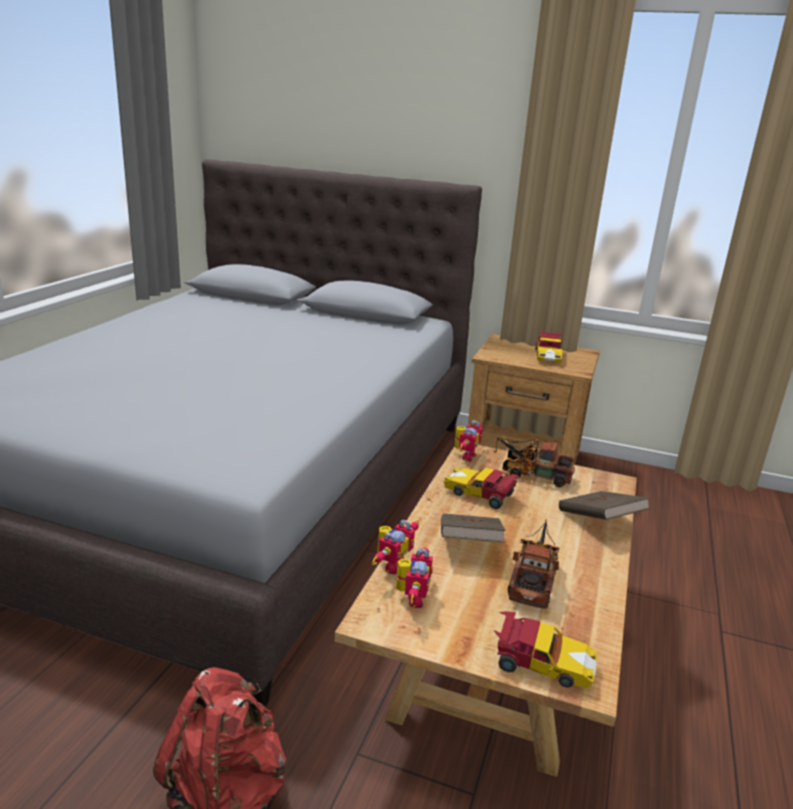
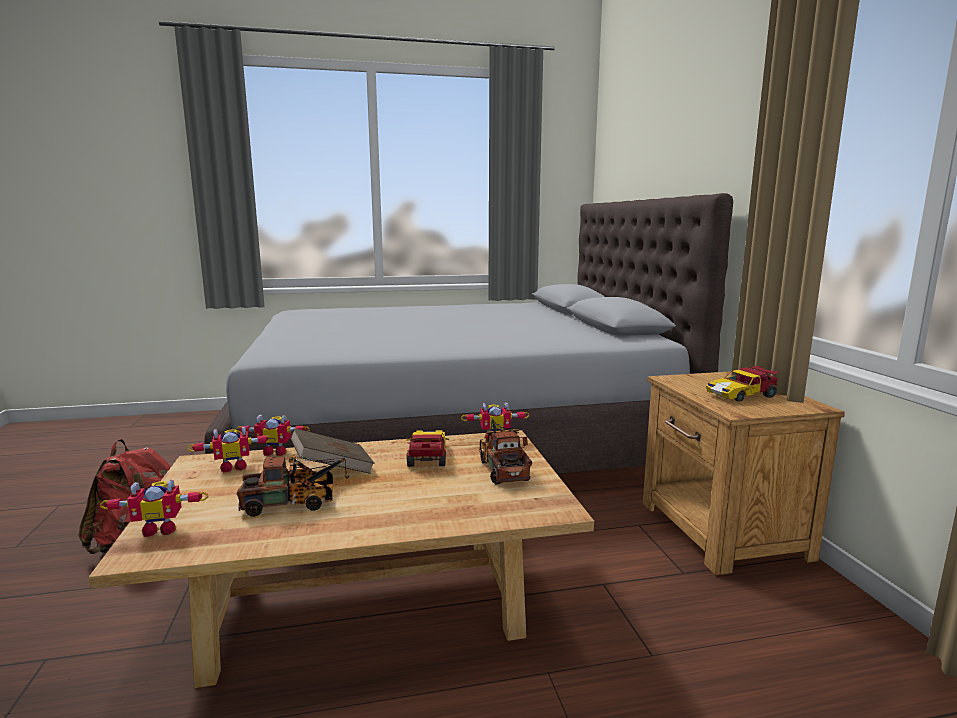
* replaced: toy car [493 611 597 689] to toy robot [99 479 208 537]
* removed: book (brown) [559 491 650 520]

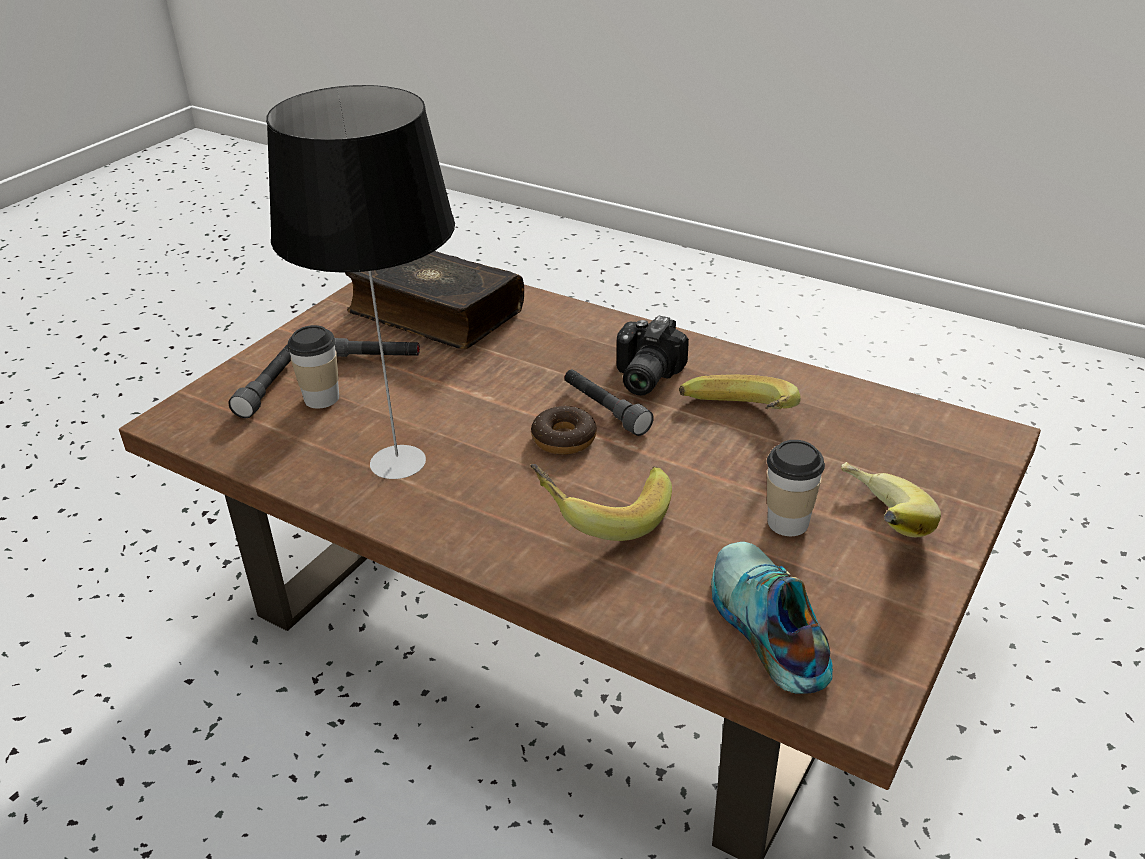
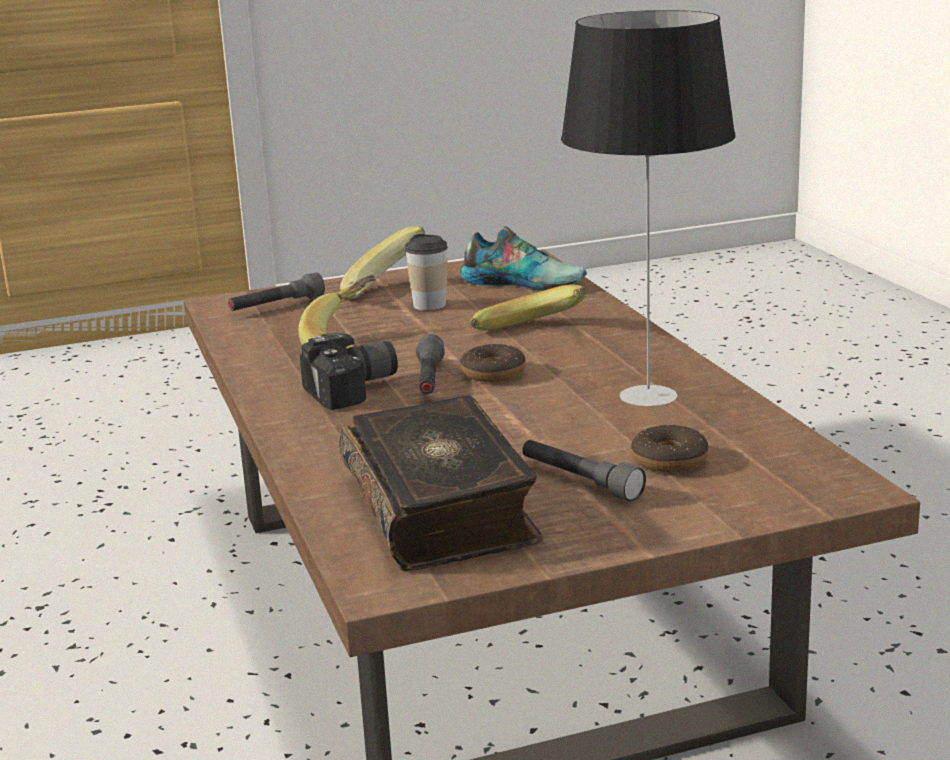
* moved: flashlight (grey) [228 344 291 418] to [228 272 325 311]
* turned: shoe [711 542 833 694] = [460 226 587 291] 90 degrees counterclockwise
* replaced: cup [287 325 339 409] to donut [631 425 709 473]

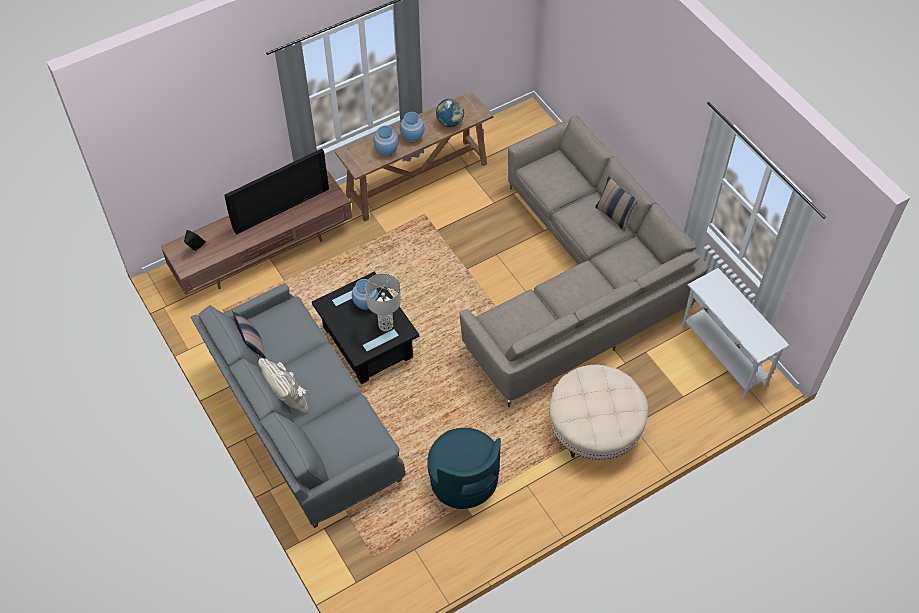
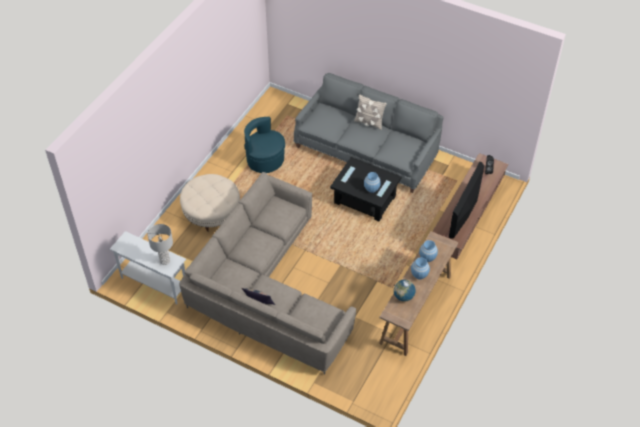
* moved: table lamp (white) [365 273 401 331] to [147 224 173 265]
* removed: pillow [232 309 266 359]

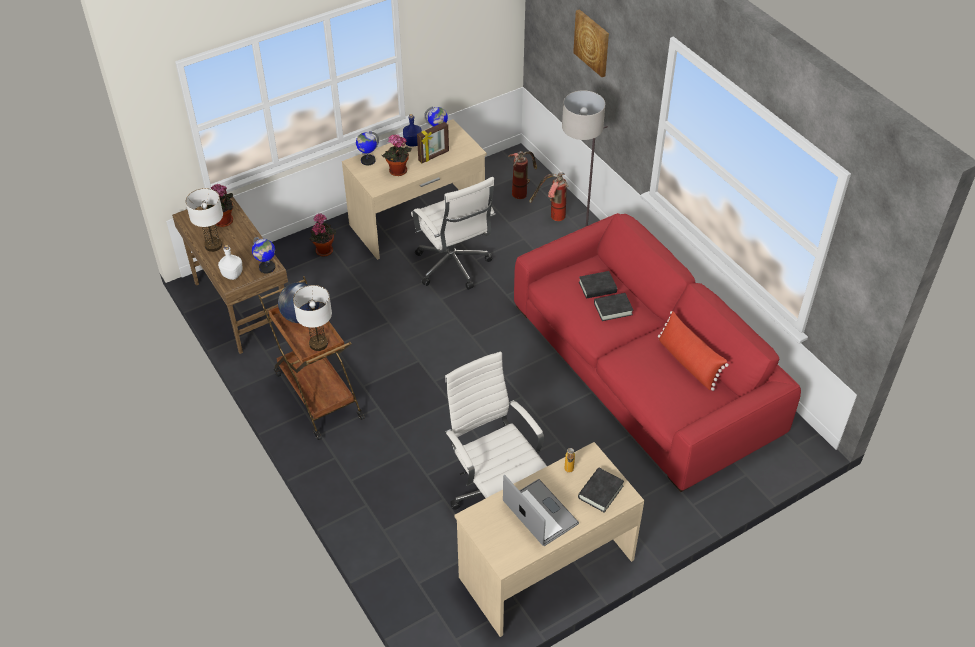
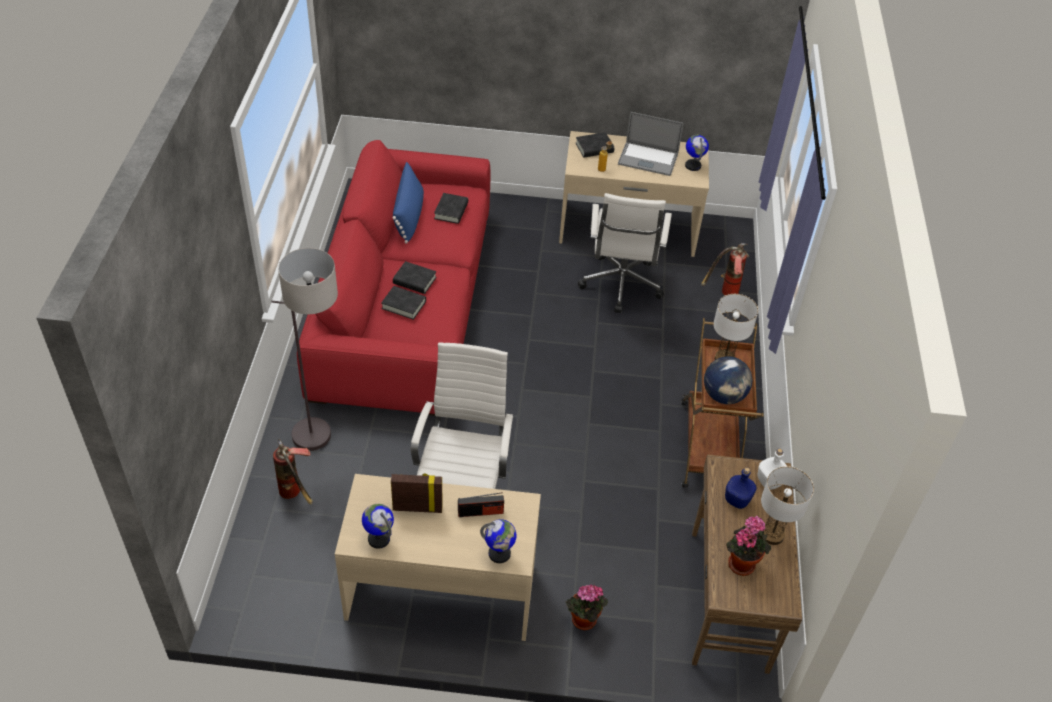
* recoloured: pillow (red) [658 311 729 391] to pillow (blue) [393 162 424 244]
* added: book (black) [434 193 468 224]
* replaced: potted plant [382 135 412 176] to radio [458 492 504 517]
* turned: laptop [503 475 579 546] = [618 112 684 176] 75 degrees counterclockwise
* moved: globe [252 237 275 274] to [685 135 709 171]
* moved: fire extinguisher [508 151 537 199] to [701 243 749 295]
* moved: bottle (blue) [403 114 422 146] to [725 467 757 509]
* removed: picture [573 9 609 77]

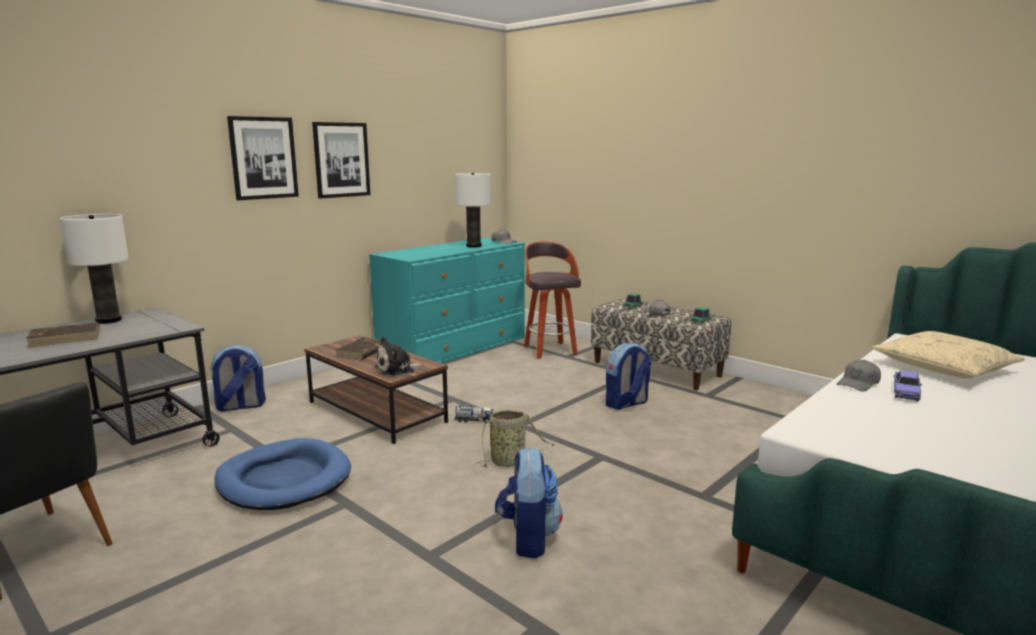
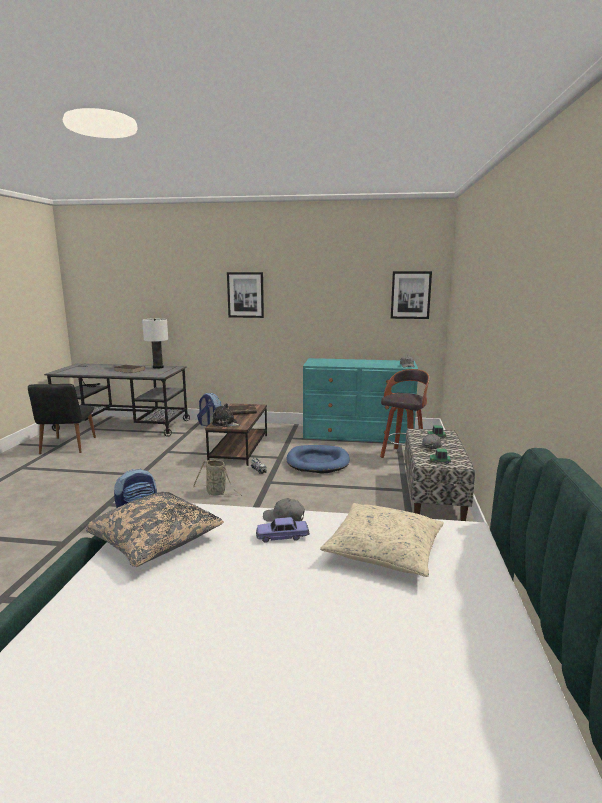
* added: pillow (grey) [86 492 224 567]
* moved: dog bed (blue) [215 438 351 510] to [286 445 350 474]
* moved: picture [312 122 370 199] to [391 271 432 319]
* removed: table lamp (white) [455 173 491 248]
* removed: backpack [606 343 651 410]

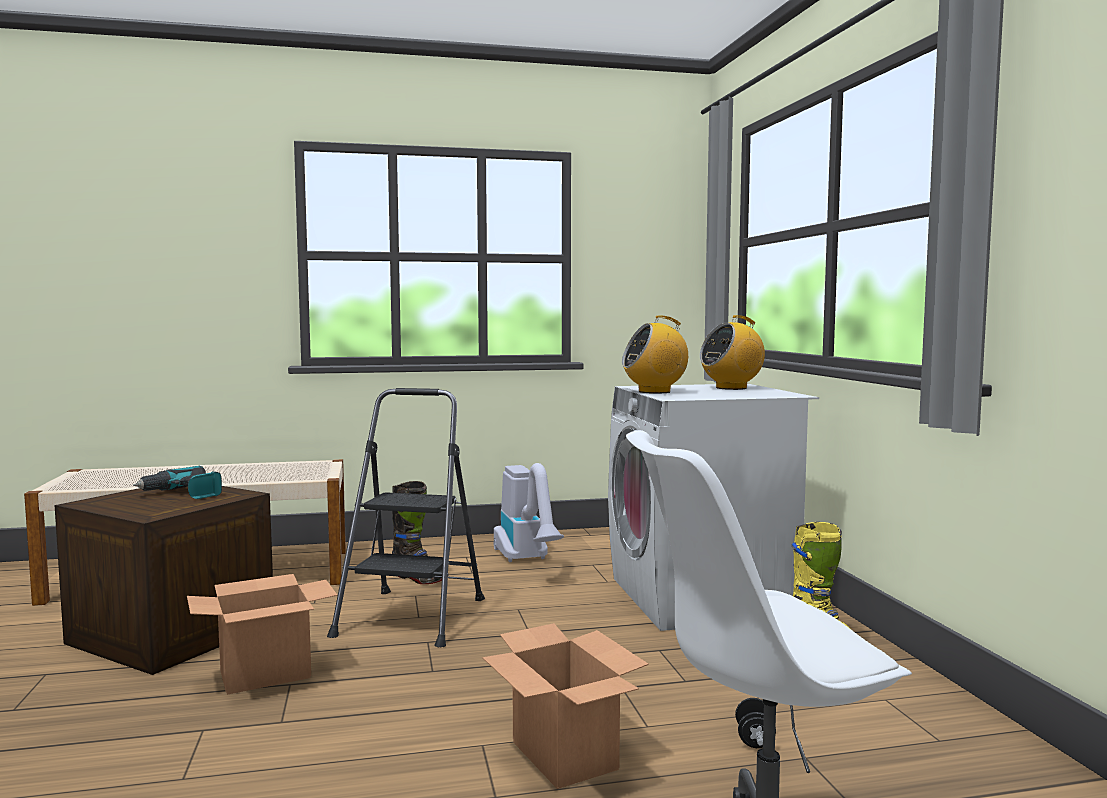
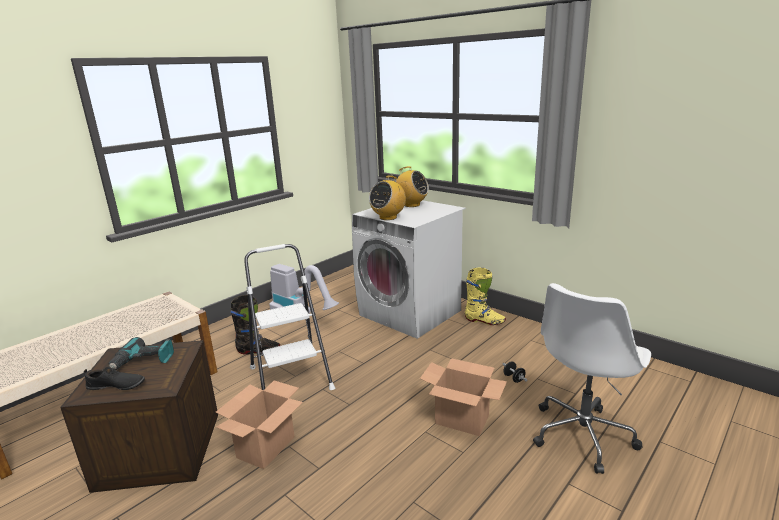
* added: shoe (black) [84 366 145 390]
* recoloured: step ladder (black) [327 388 485 647] to step ladder (white) [244 244 335 390]
* turned: radio [700 315 765 390] = [391 166 429 207] 90 degrees counterclockwise

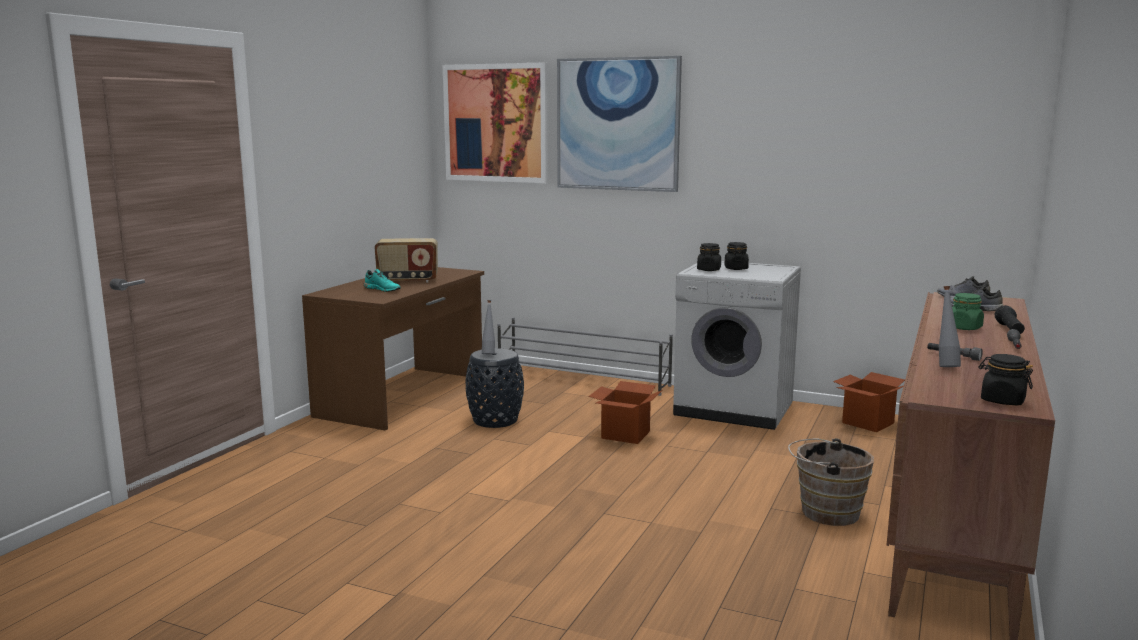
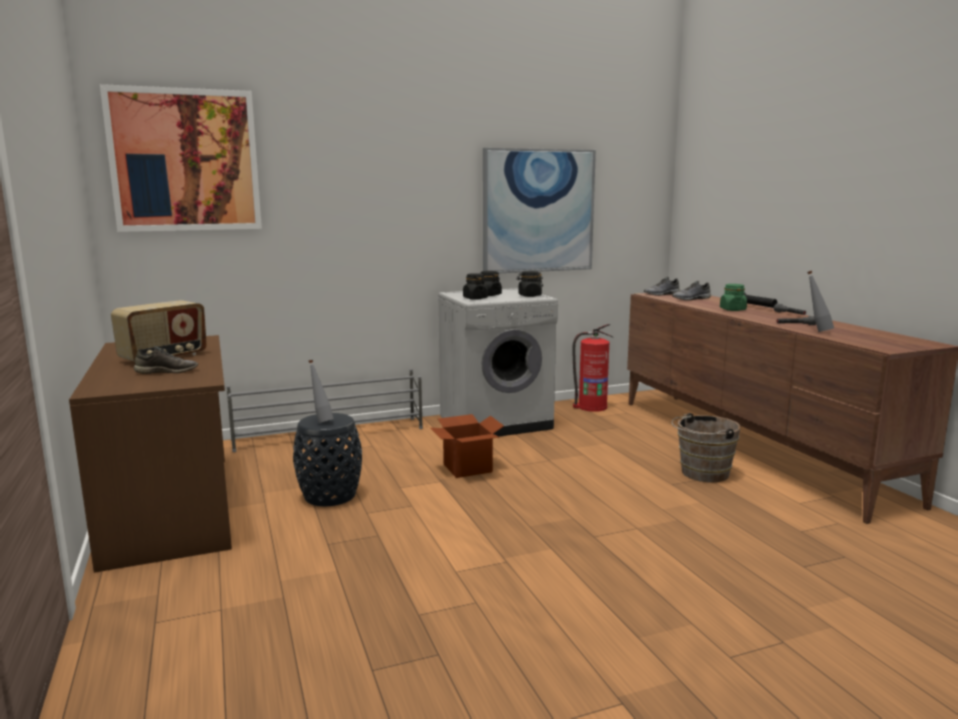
* recoloured: shoe (turquoise) [364 269 401 292] to shoe (grey) [134 346 198 374]
* moved: picture [557 56 682 192] to [483 148 596 273]
* moved: jar (black) [978 354 1033 405] to [517 271 543 297]
* replaced: cardboard box [833 372 905 432] to fire extinguisher [572 324 613 412]

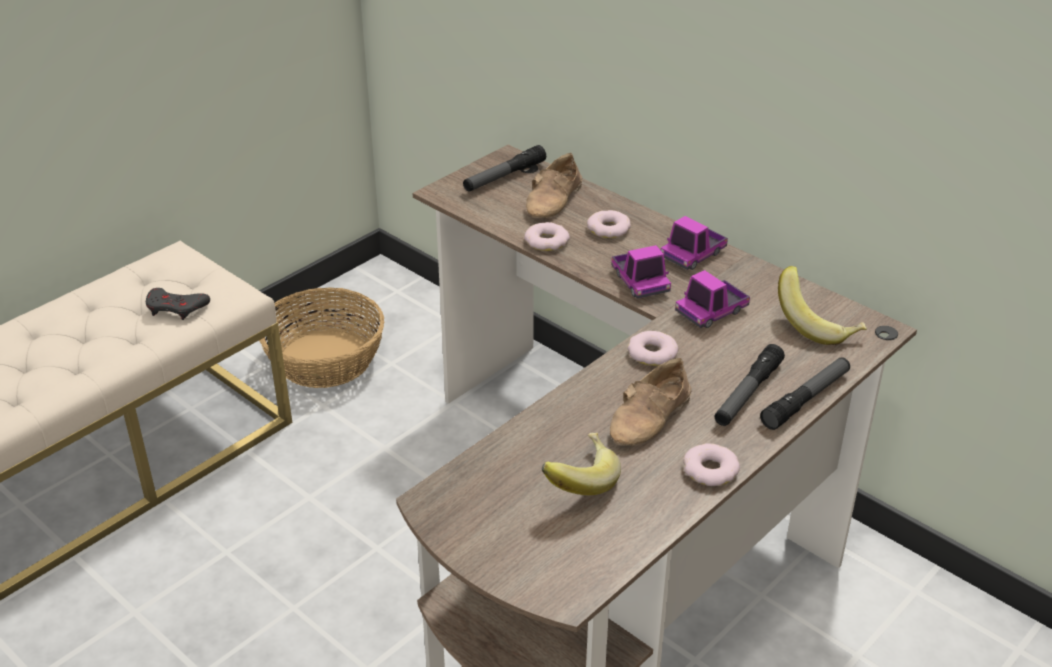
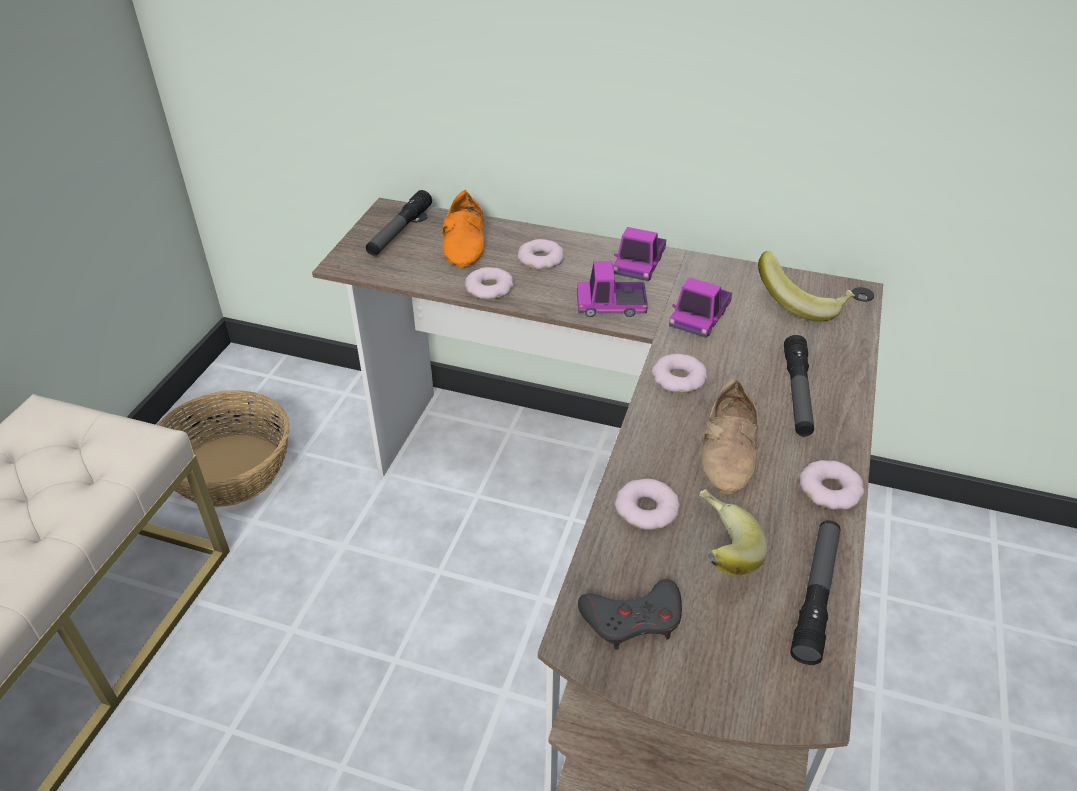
* recoloured: shoe (beige) [526 153 582 218] to shoe (orange) [442 190 484 267]
* turned: toy truck [611 245 671 298] = [577 261 648 317] 135 degrees clockwise
* moved: game controller (grey) [146 288 210 320] to [578 579 682 649]
* added: donut [615 478 680 530]
* moved: flashlight [760 358 850 430] to [790 520 840 665]

